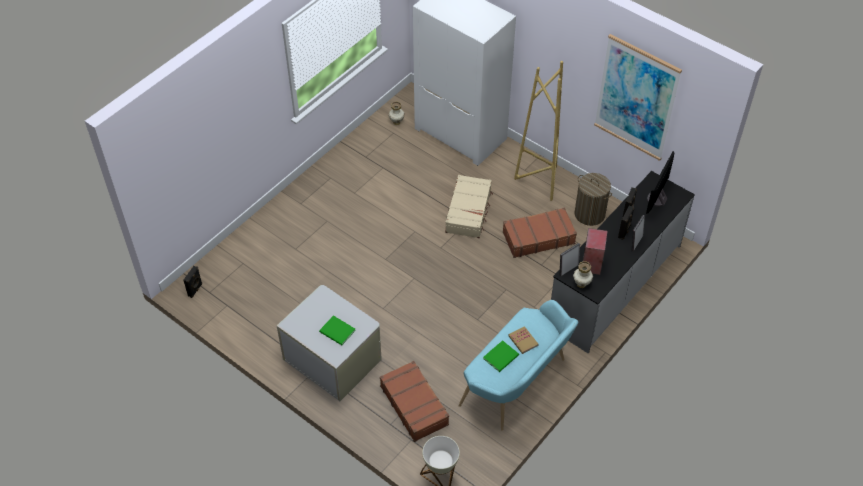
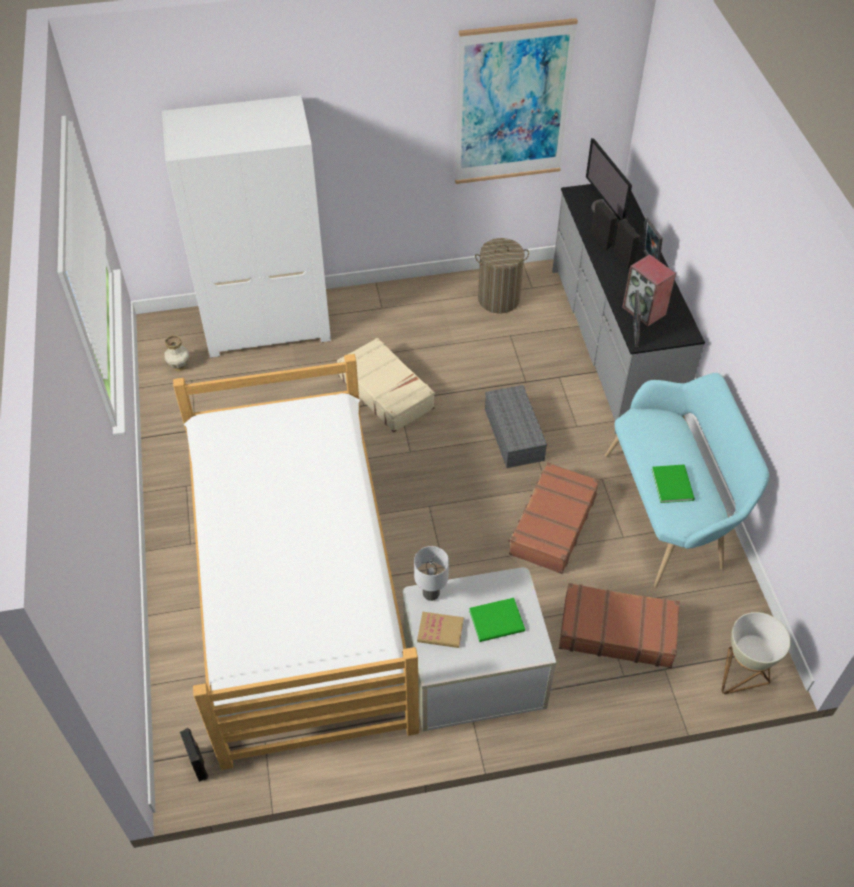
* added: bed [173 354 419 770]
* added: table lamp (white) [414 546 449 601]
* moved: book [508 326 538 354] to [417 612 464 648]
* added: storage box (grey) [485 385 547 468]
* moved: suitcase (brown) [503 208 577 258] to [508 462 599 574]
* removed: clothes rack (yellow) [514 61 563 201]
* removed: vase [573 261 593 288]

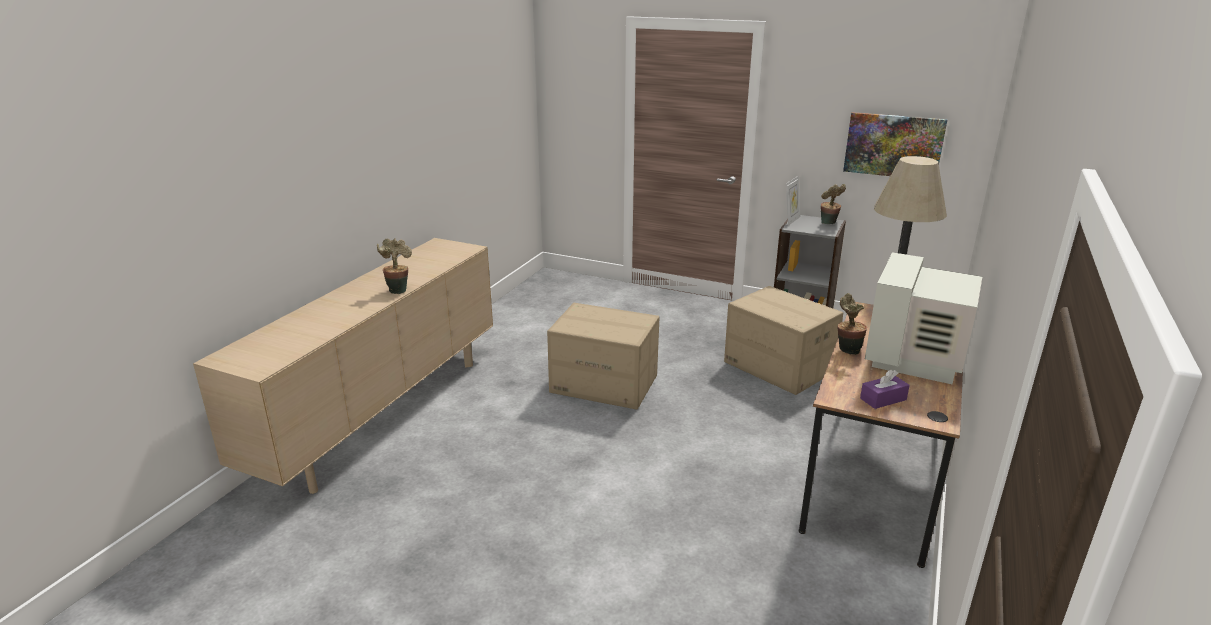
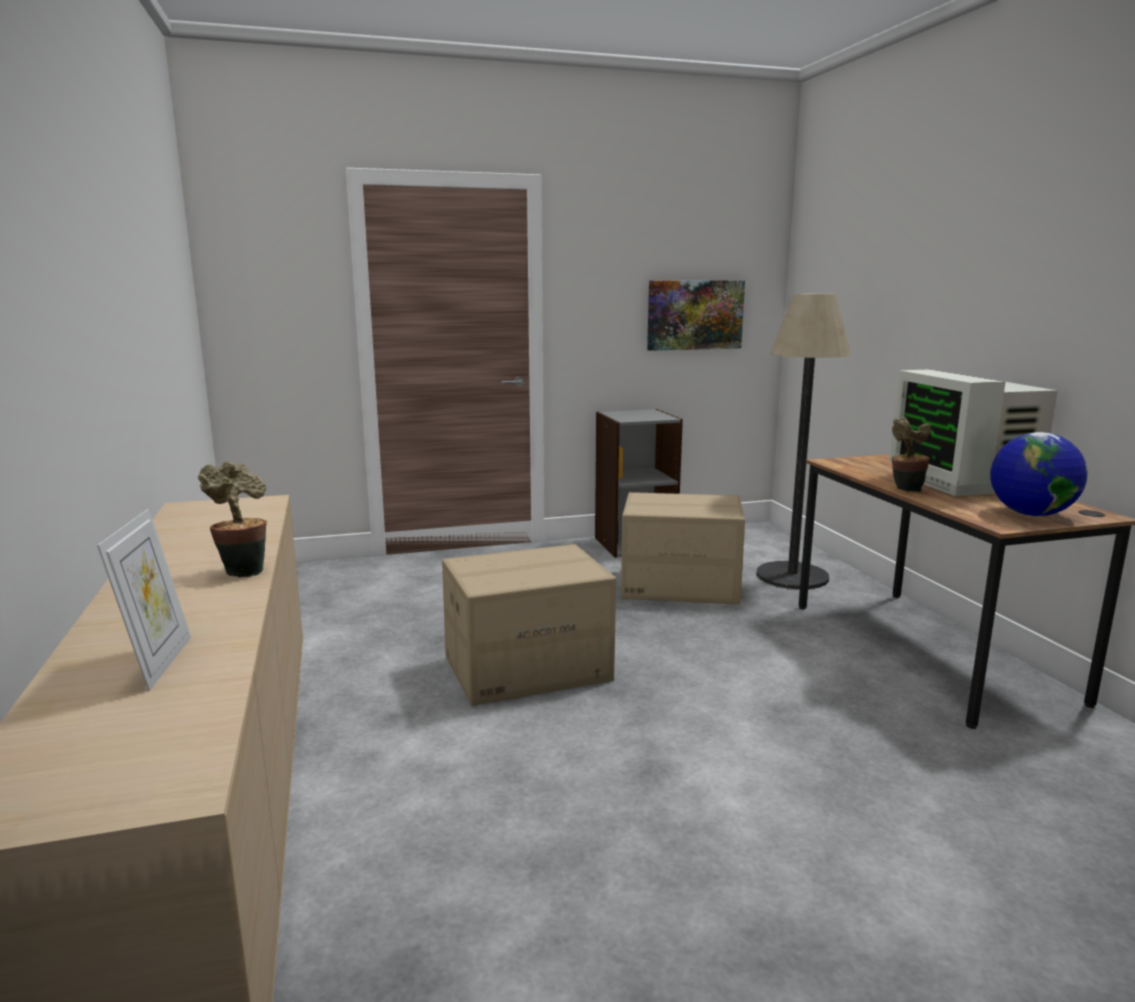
* moved: picture frame [786 176 800 226] to [97 509 191 691]
* replaced: tissue box (purple) [860 369 910 409] to globe [990 432 1087 516]
* removed: potted plant [821 184 846 224]

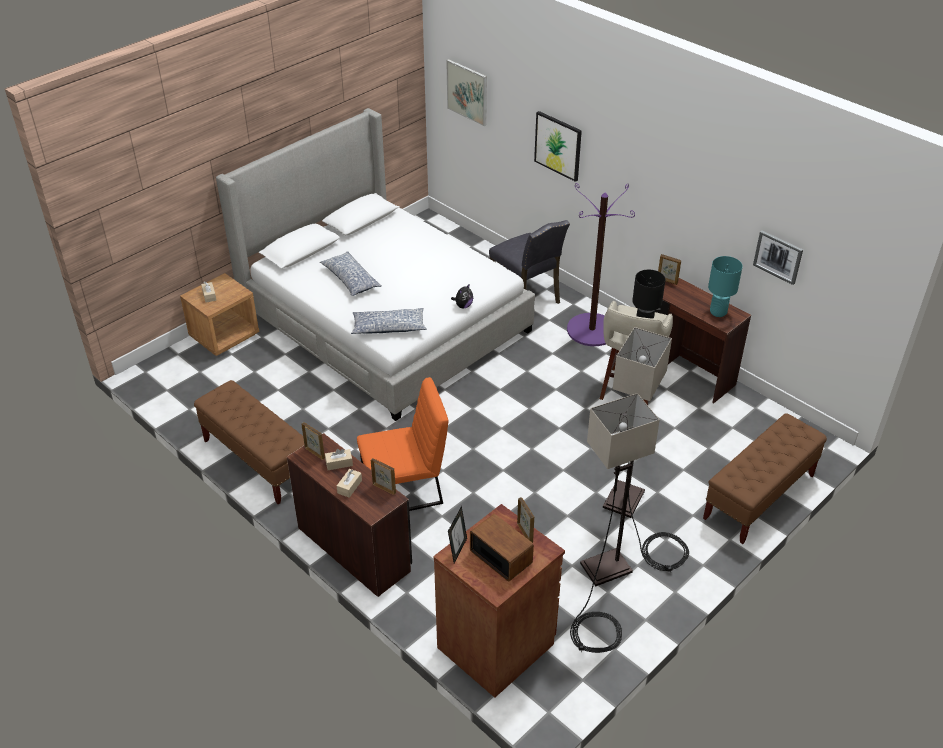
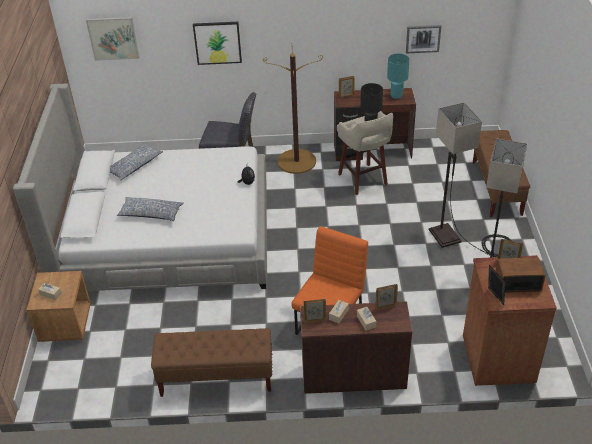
* moved: pillow [351 308 427 334] to [110 143 163 180]
* recoloured: clothes rack (purple) [567 183 635 346] to clothes rack (brown) [263 49 323 174]

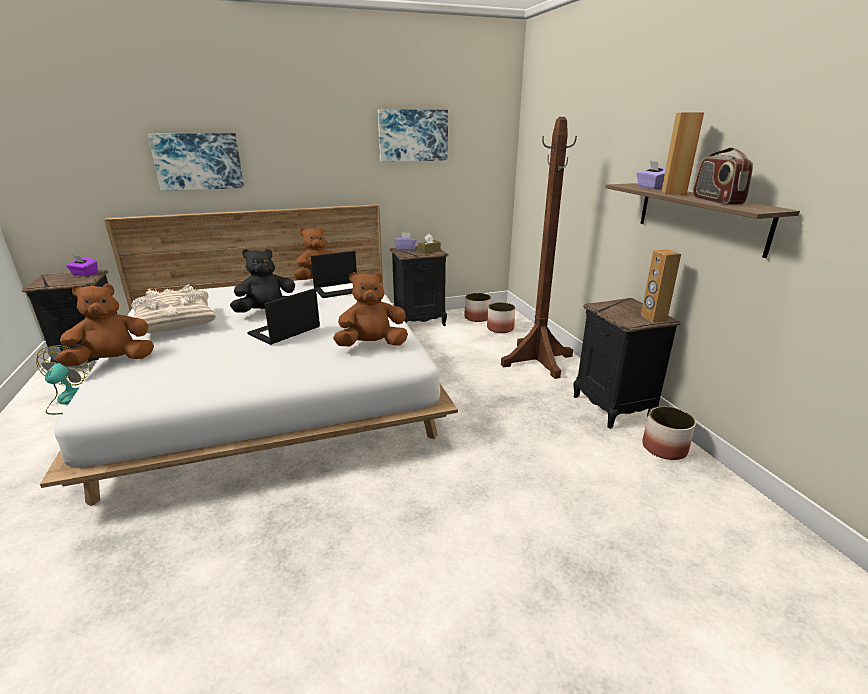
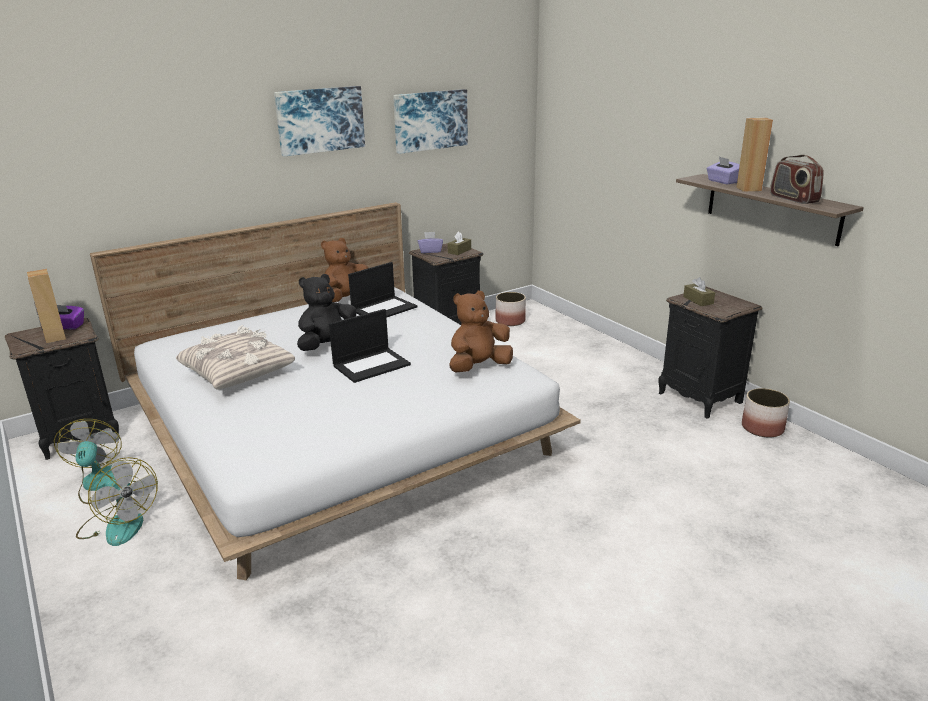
* moved: speaker (brown) [641 249 681 322] to [27 269 66 343]
* added: fan [76 457 158 546]
* moved: picture [148 133 244 191] to [274 86 365 156]
* turned: laptop [247 288 320 345] = [329 309 411 383] 150 degrees counterclockwise
* added: tissue box (brown) [683 277 715 306]
* removed: plush toy (brown) [56 283 154 366]
* removed: planter [487 302 515 333]
* removed: clothes rack (brown) [501 117 577 379]

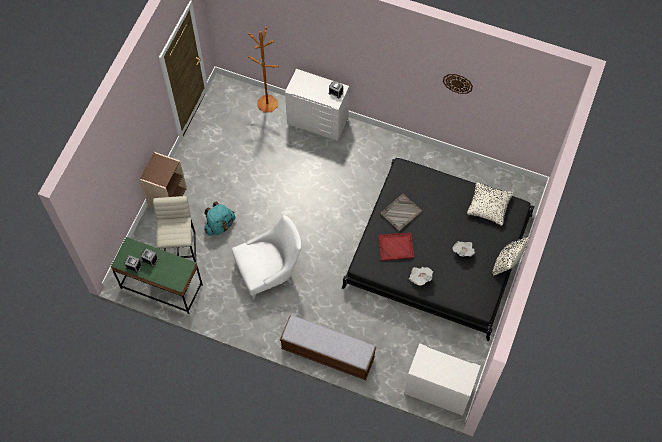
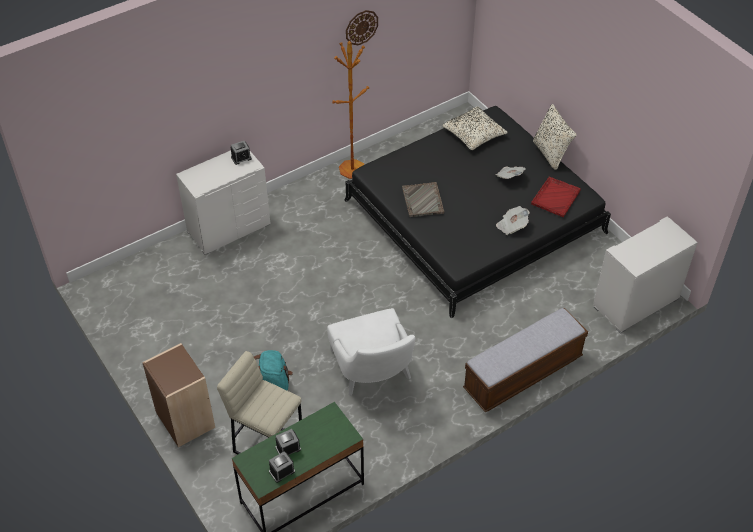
* turned: armchair (white) [232 215 302 300] = [327 308 415 396] 150 degrees clockwise
* moved: clothes rack (orange) [248 27 279 112] to [332 41 369 179]
* moved: tray (red) [378 232 414 261] to [531 177 581 217]

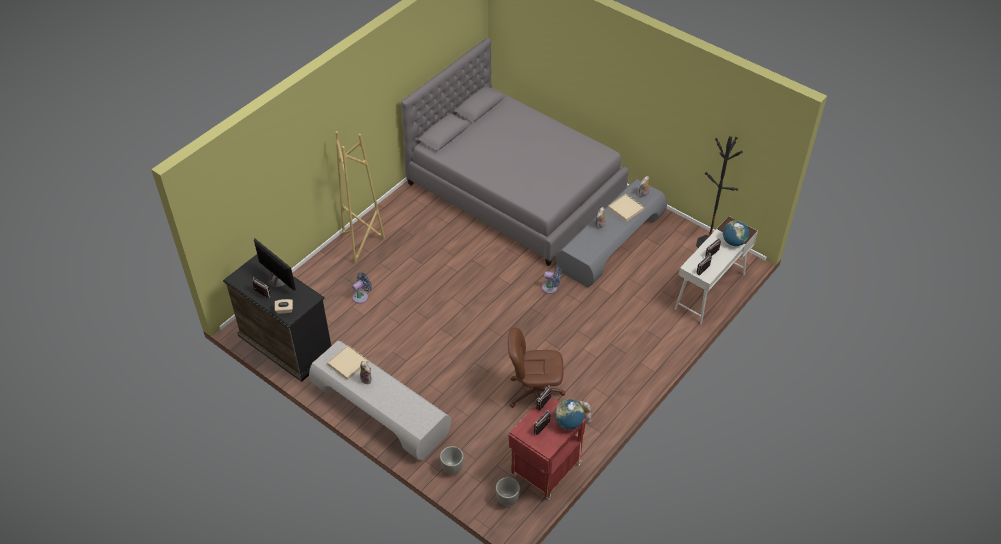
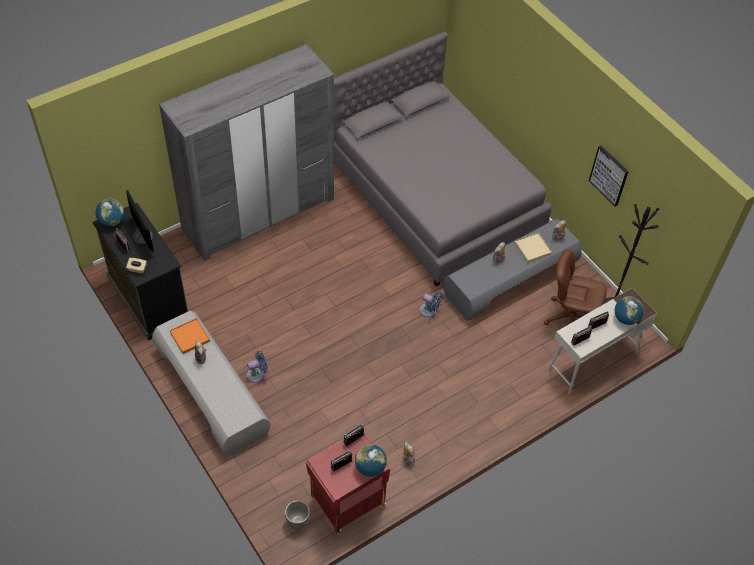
* added: globe [95 199 124 227]
* replaced: clothes rack (yellow) [335 131 385 263] to wardrobe (grey) [159 44 334 261]
* recoloured: tray (beige) [327 345 368 380] to tray (orange) [170 318 210 354]
* moved: fan (blue) [352 272 372 304] to [247 351 268 383]
* moved: office chair (brown) [508 327 565 408] to [544 249 607 325]
* added: picture [589 146 629 206]
* removed: planter [440 446 464 474]

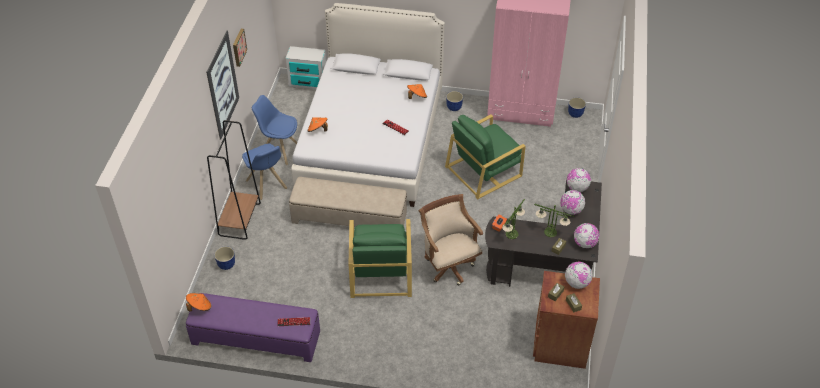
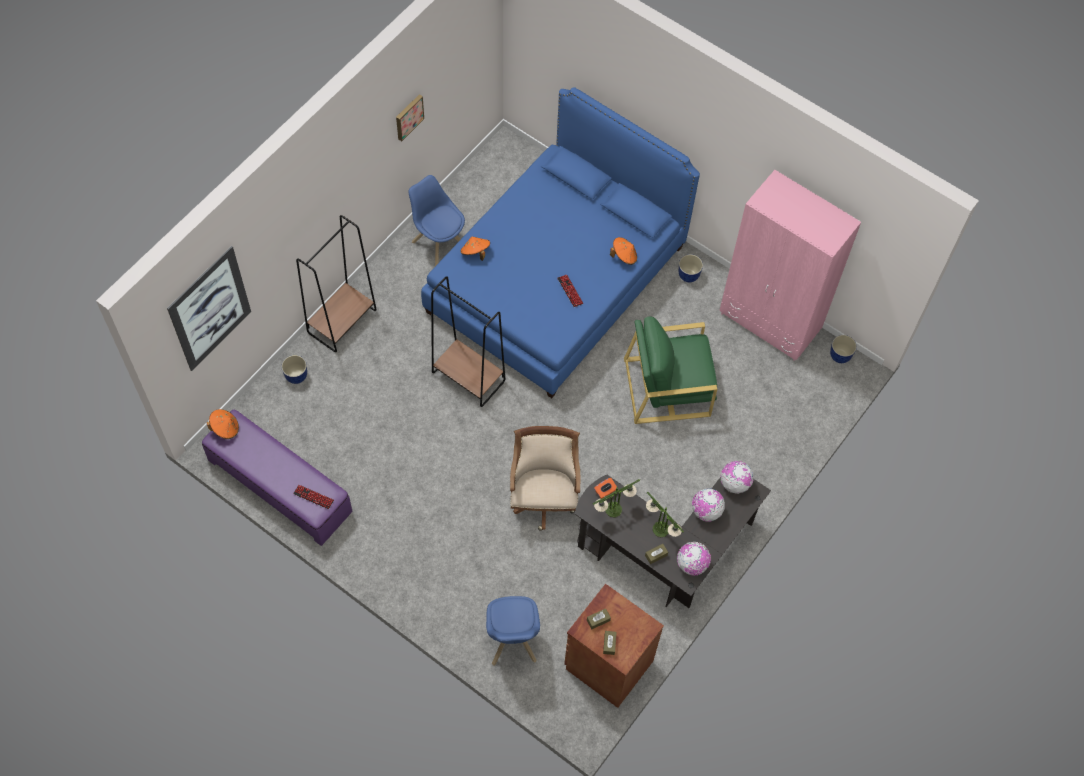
* moved: picture [206 30 239 140] to [167 246 251 371]
* recoloured: bed (white) [291 3 445 207] to bed (blue) [421 87 700 398]
* replaced: bench (beige) [289 177 407 227] to clothes rack [431 276 505 407]
* moved: chair (blue) [242 144 287 200] to [486 596 540 666]
* removed: nightstand (white) [286 46 327 89]
* removed: armchair (green) [349 219 412 298]
* removed: globe [565 261 592 289]

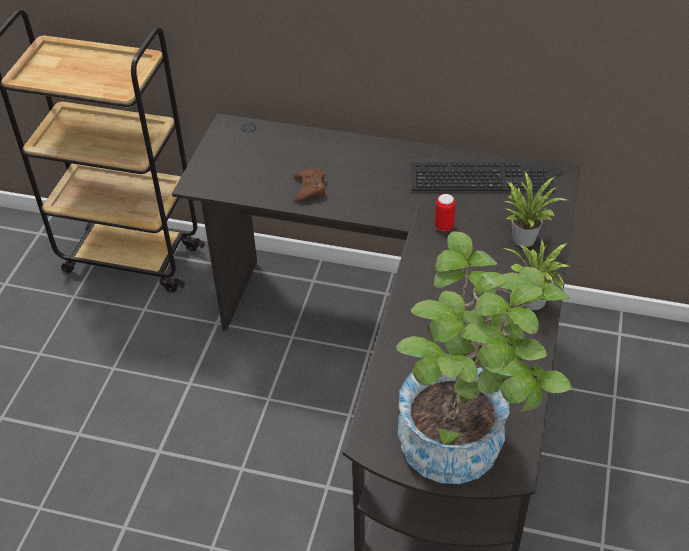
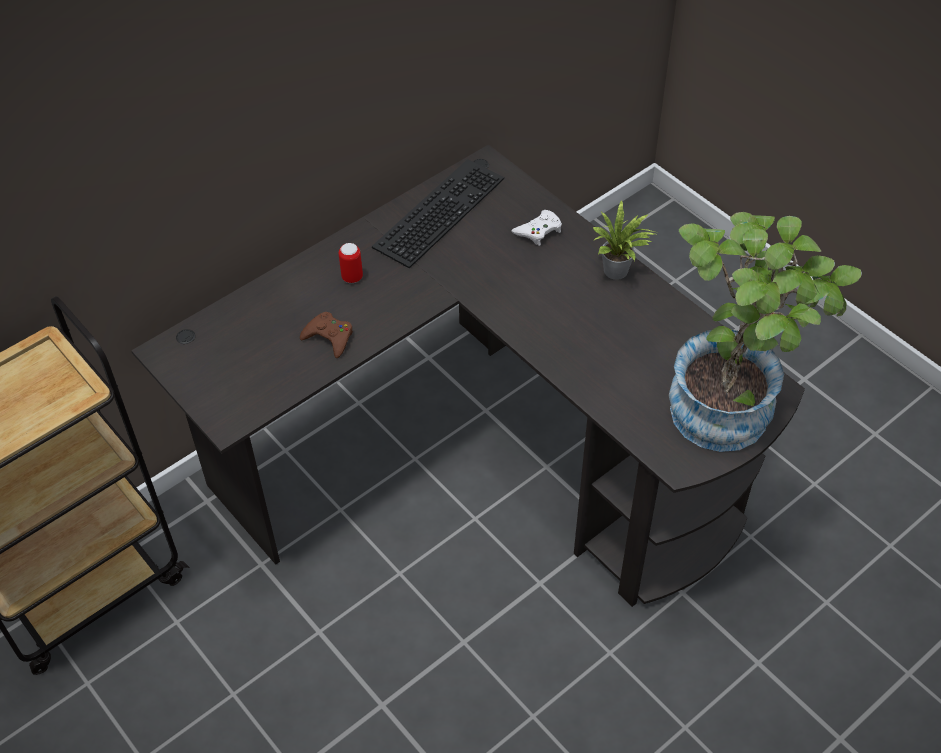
* moved: can [435 194 456 231] to [339 243 363 283]
* replaced: potted plant [505 172 567 247] to game controller (white) [511 210 562 246]

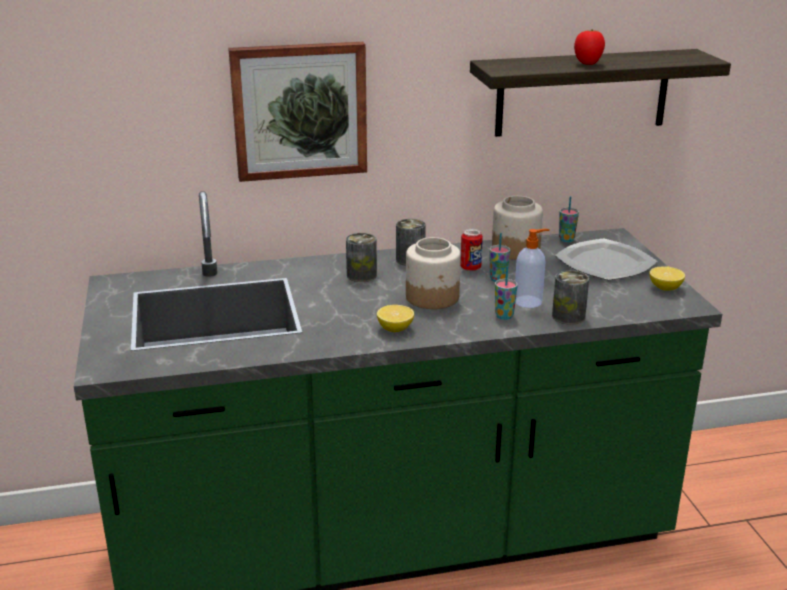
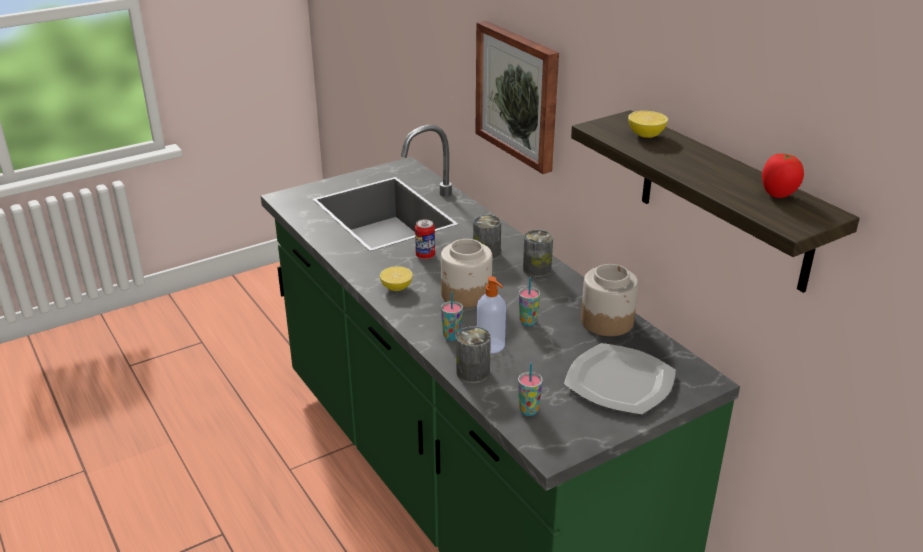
* moved: can [460 229 483 271] to [415 219 435 259]
* moved: cup [559 196 579 242] to [518 363 543 416]
* moved: lemon [650 266 685 291] to [628 111 668 138]
* moved: tomato [574 29 605 65] to [762 154 804 198]

